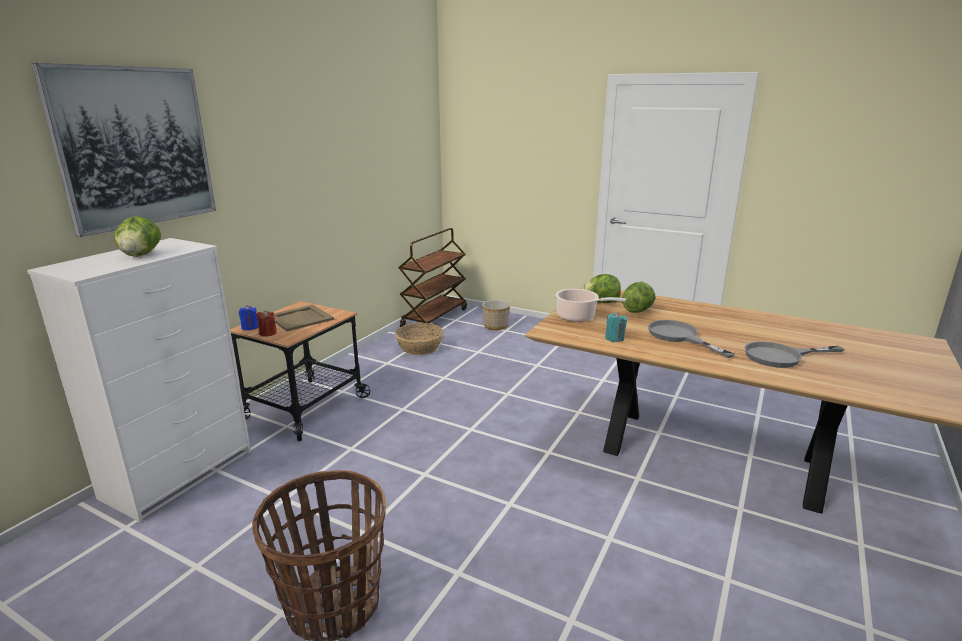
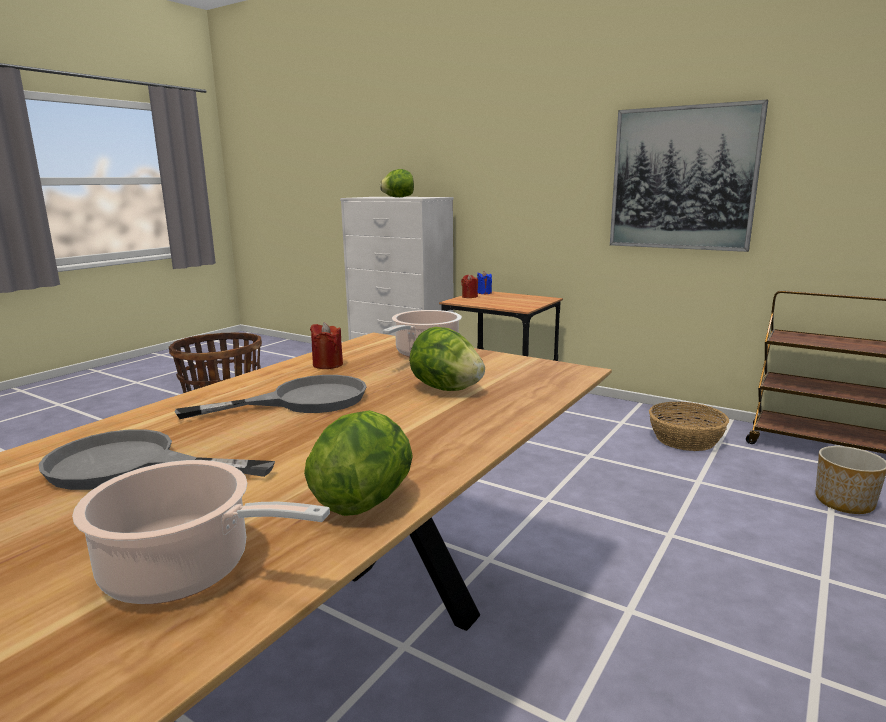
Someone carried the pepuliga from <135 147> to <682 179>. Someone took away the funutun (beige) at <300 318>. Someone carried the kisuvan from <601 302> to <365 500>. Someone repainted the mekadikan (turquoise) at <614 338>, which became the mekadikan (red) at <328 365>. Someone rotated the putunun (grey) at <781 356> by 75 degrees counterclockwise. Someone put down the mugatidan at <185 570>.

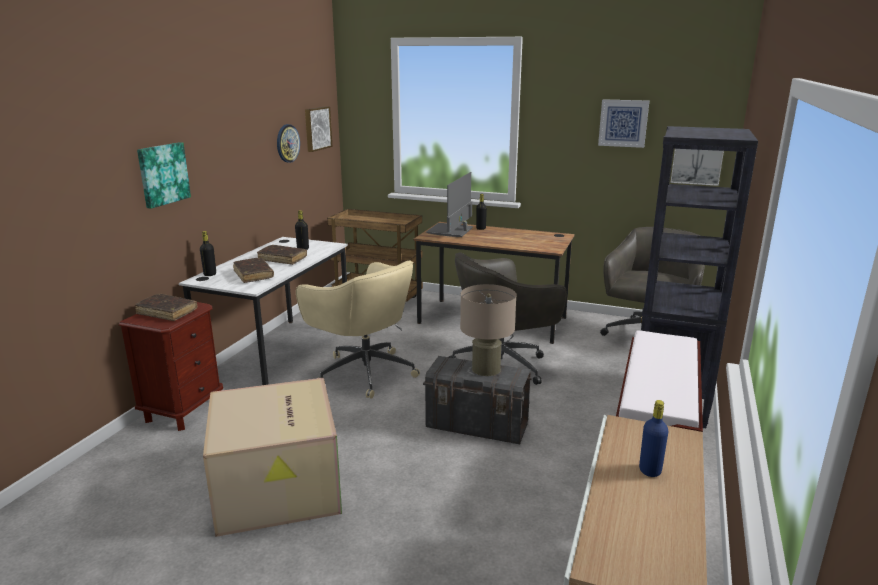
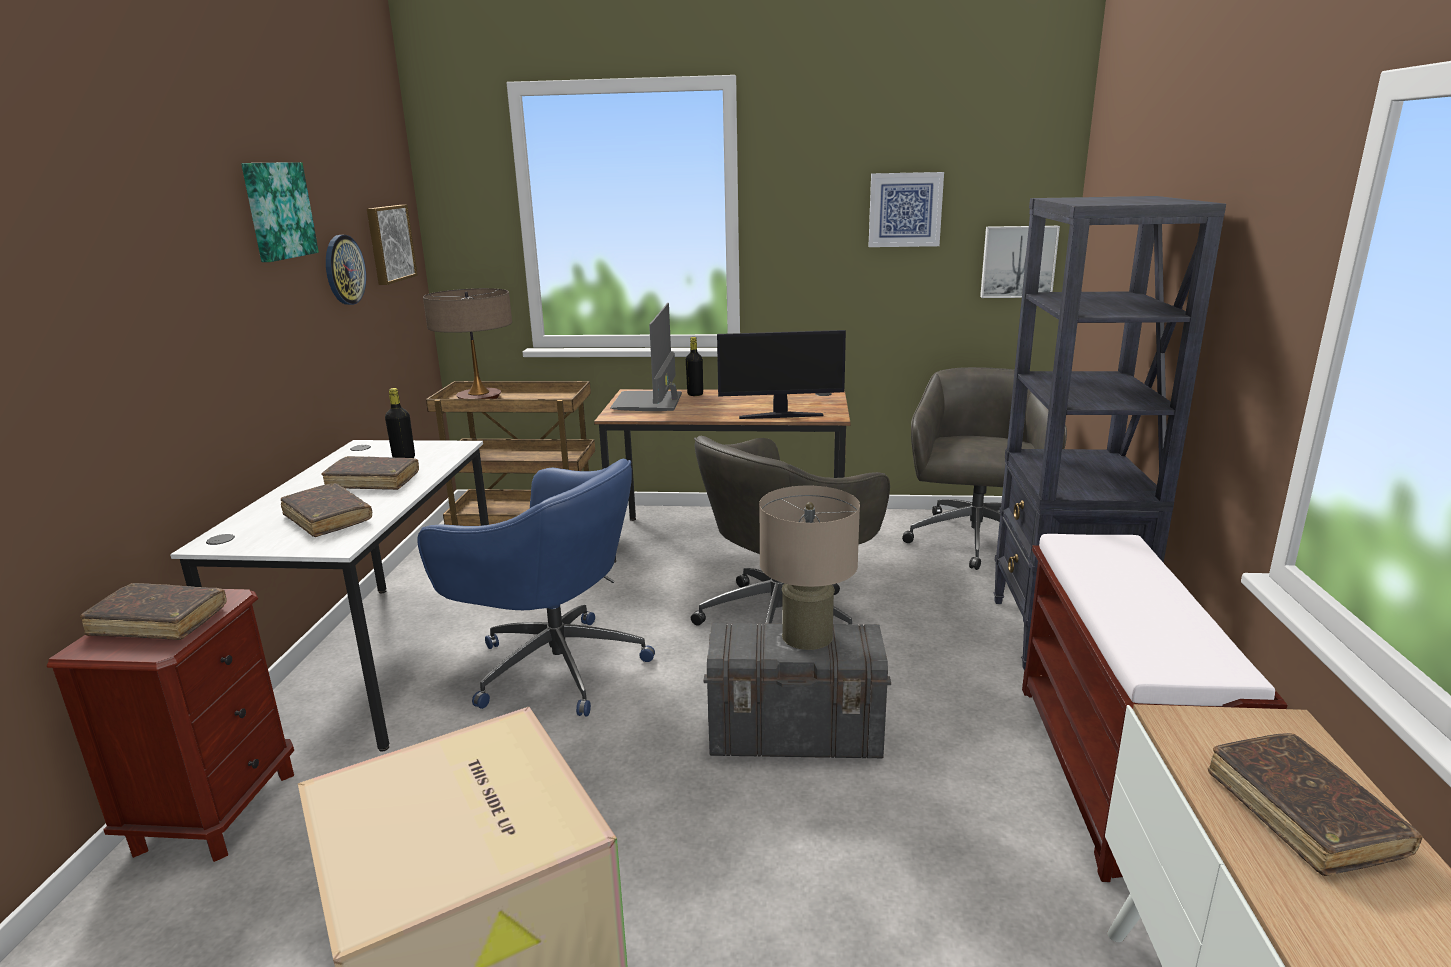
Someone carried the pepuliga from <162 174> to <277 211>. Someone took away the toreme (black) at <210 274>. Someone repainted the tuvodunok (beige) at <364 372>, which became the tuvodunok (blue) at <554 665>. Someone swapped the toreme (blue) at <650 470> for the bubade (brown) at <1303 814>. Someone put down the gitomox at <479 398>. Someone put down the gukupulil at <780 415>.

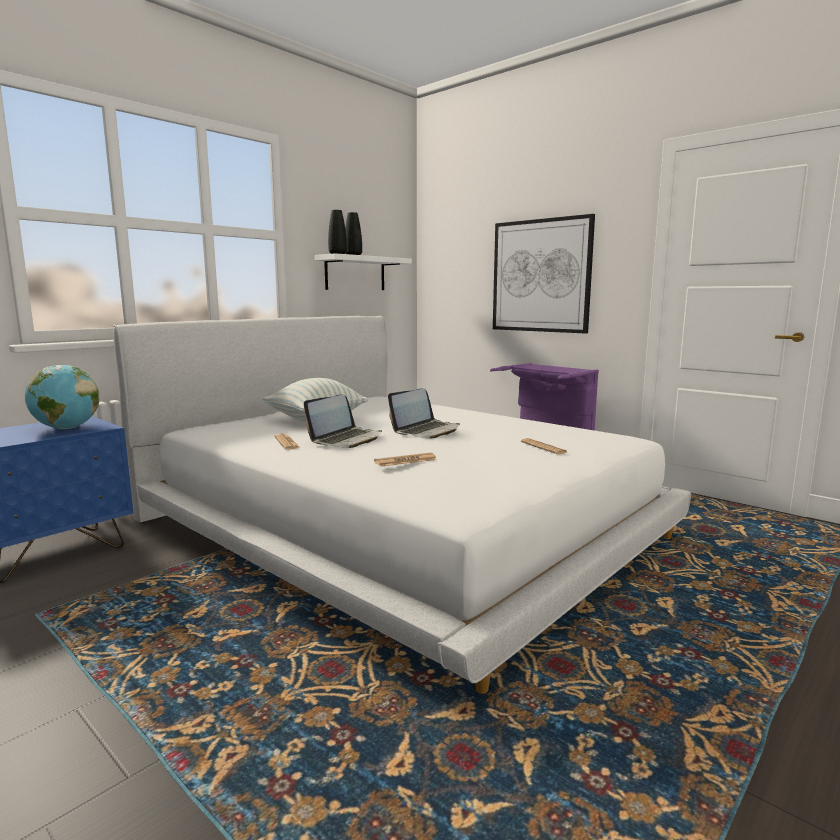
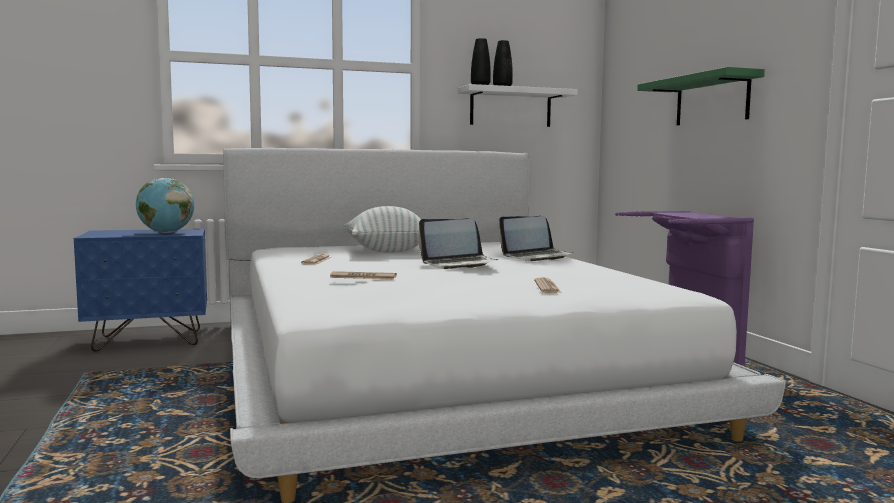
Someone carried the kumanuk from <346 439> to <537 257>. Someone swapped the pepuliga at <541 276> for the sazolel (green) at <712 100>.

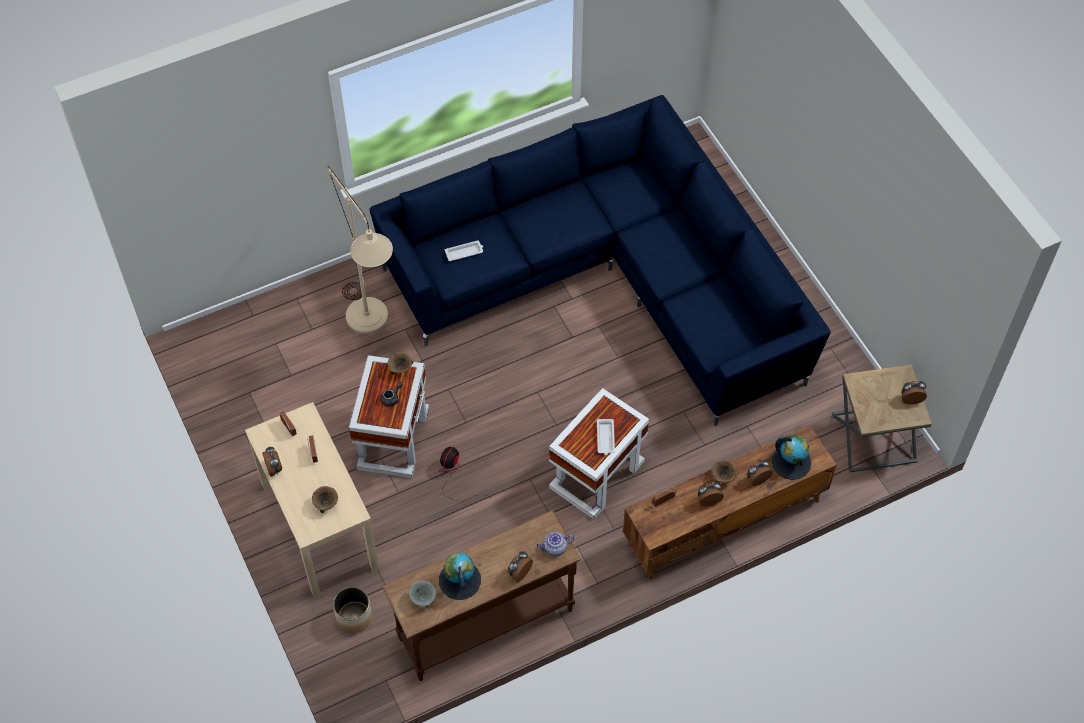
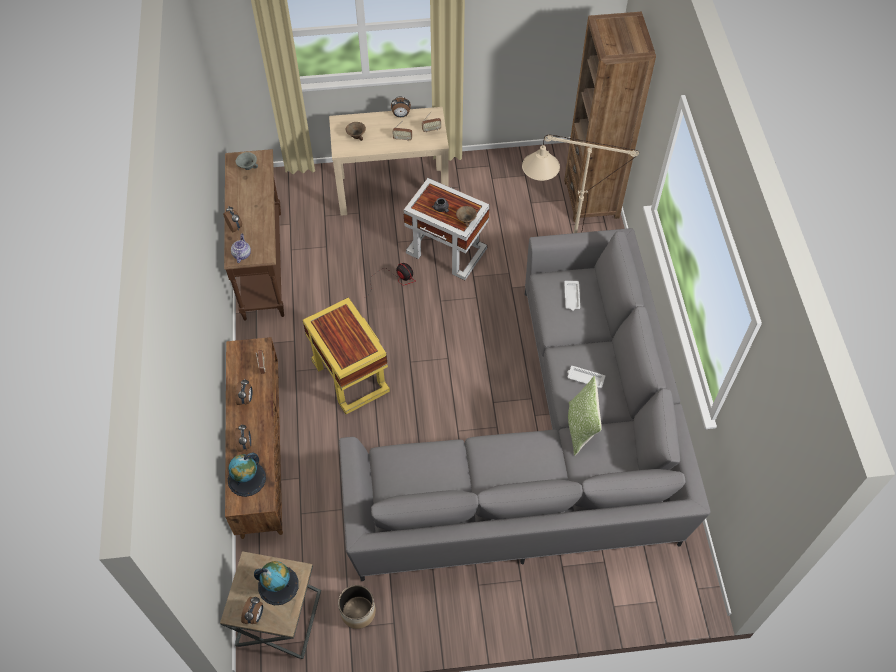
Someone carried the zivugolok from <353 617> to <358 611>. Someone repainted the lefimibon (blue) at <609 279>, which became the lefimibon (grey) at <546 452>. Someone carried the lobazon from <459 580> to <278 585>. Someone repainted the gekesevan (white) at <596 475>, which became the gekesevan (yellow) at <350 374>. Someone carried the funutun (white) from <605 438> to <585 378>. Someone took away the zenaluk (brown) at <723 477>. Someone put down the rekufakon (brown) at <591 199>. Someone put down the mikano at <580 428>.

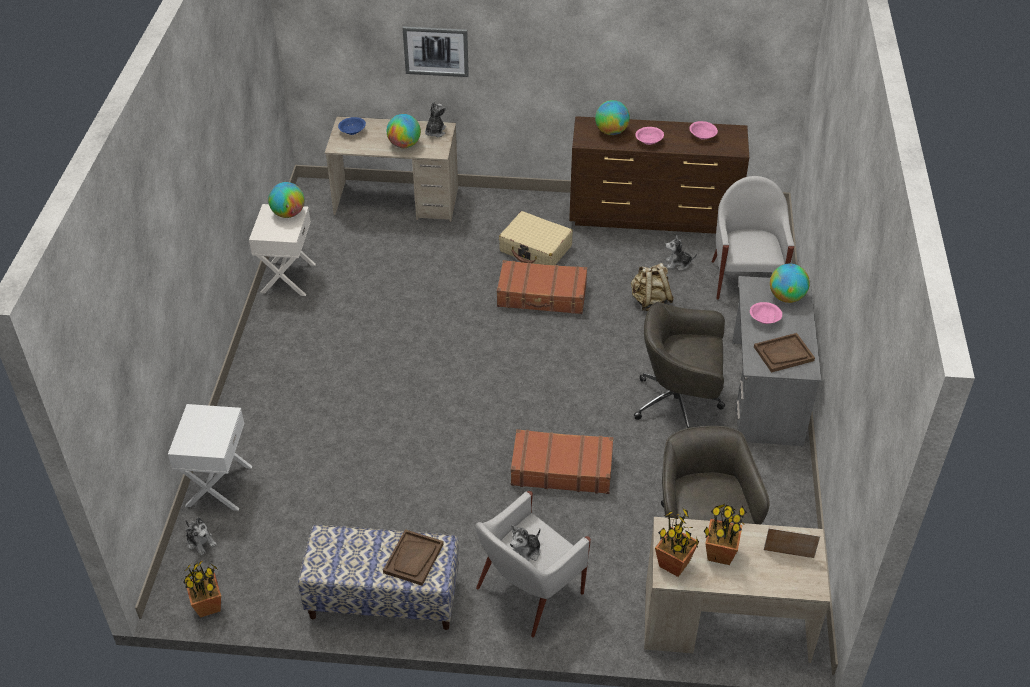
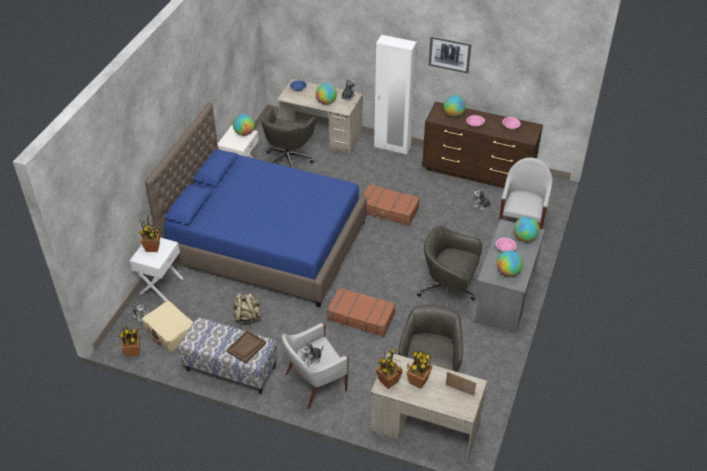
Someone carried the pepuliga from <436 51> to <449 54>. Someone carried the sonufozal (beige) from <536 249> to <170 331>. Someone carried the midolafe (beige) from <650 301> to <247 317>. Someone swapped the funutun (brown) at <783 354> for the lobazon at <508 272>. Someone put down the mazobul at <153 247>. Someone put down the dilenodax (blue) at <265 242>. Someone put down the tuvodunok (grey) at <288 160>. Someone put down the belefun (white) at <392 147>.

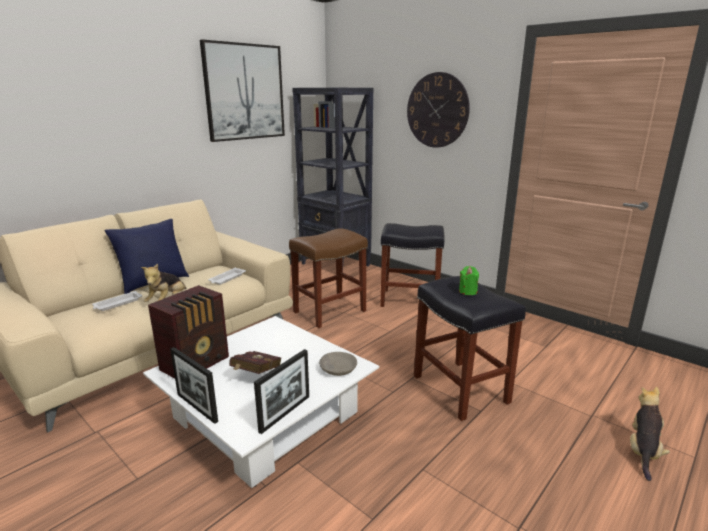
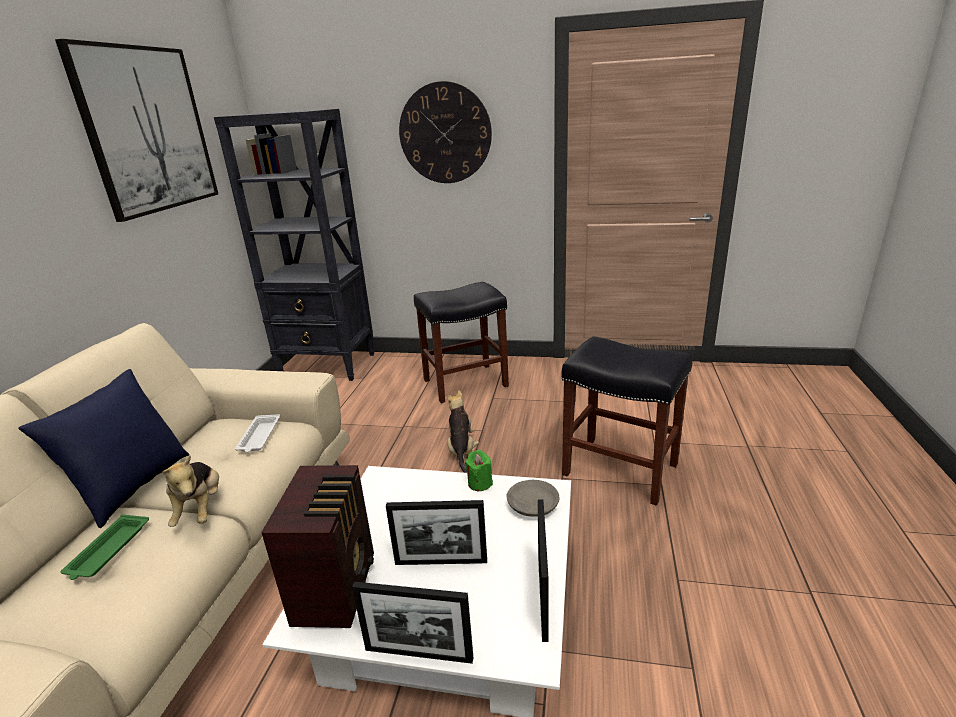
Someone repainted the funutun (white) at <117 304>, which became the funutun (green) at <108 551>. Someone swapped the bubade (red) at <255 374> for the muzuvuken at <441 562>. Someone took away the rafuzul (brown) at <330 311>. Someone carried the mekadikan (green) from <468 291> to <480 483>. Someone carried the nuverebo from <643 451> to <461 450>.

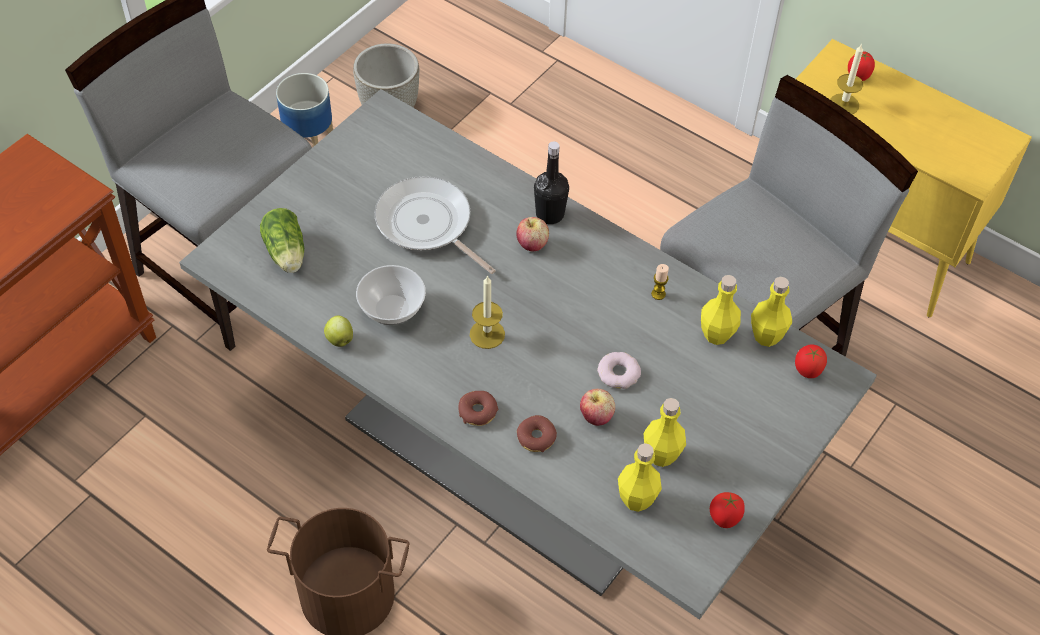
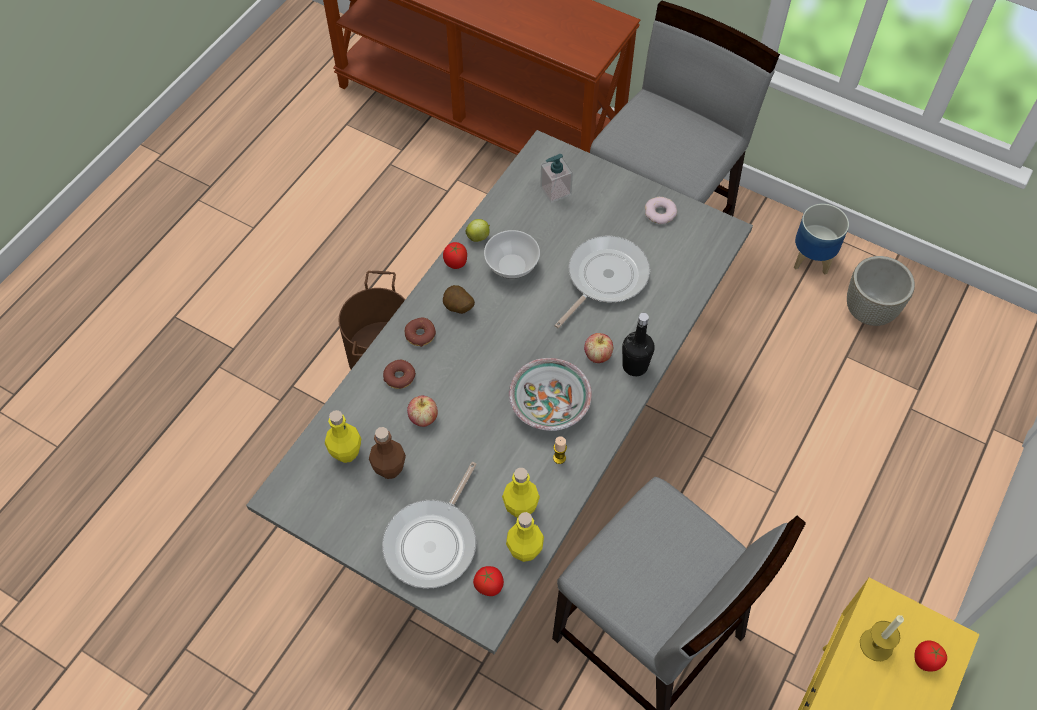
Someone swapped the kisuvan at <286 254> for the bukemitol at <555 191>. Someone took away the mekadikan at <487 334>. Someone carried the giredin from <619 373> to <660 213>. Someone repainted the toreme (yellow) at <661 455>, which became the toreme (brown) at <389 469>. Someone carried the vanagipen from <724 519> to <455 264>. Someone put down the putunun at <433 541>. Someone put down the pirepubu at <458 308>. Someone put down the zenaluk at <549 403>.

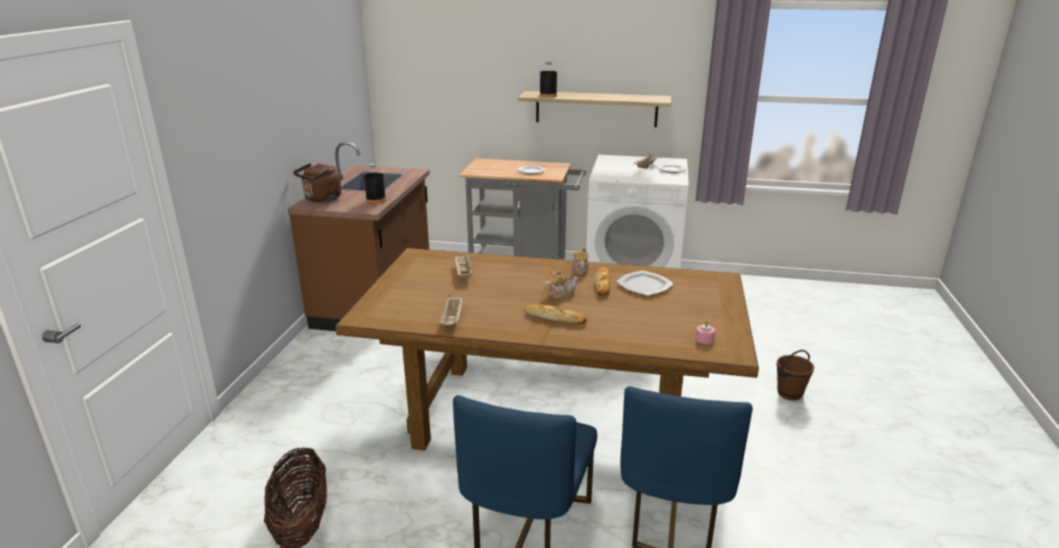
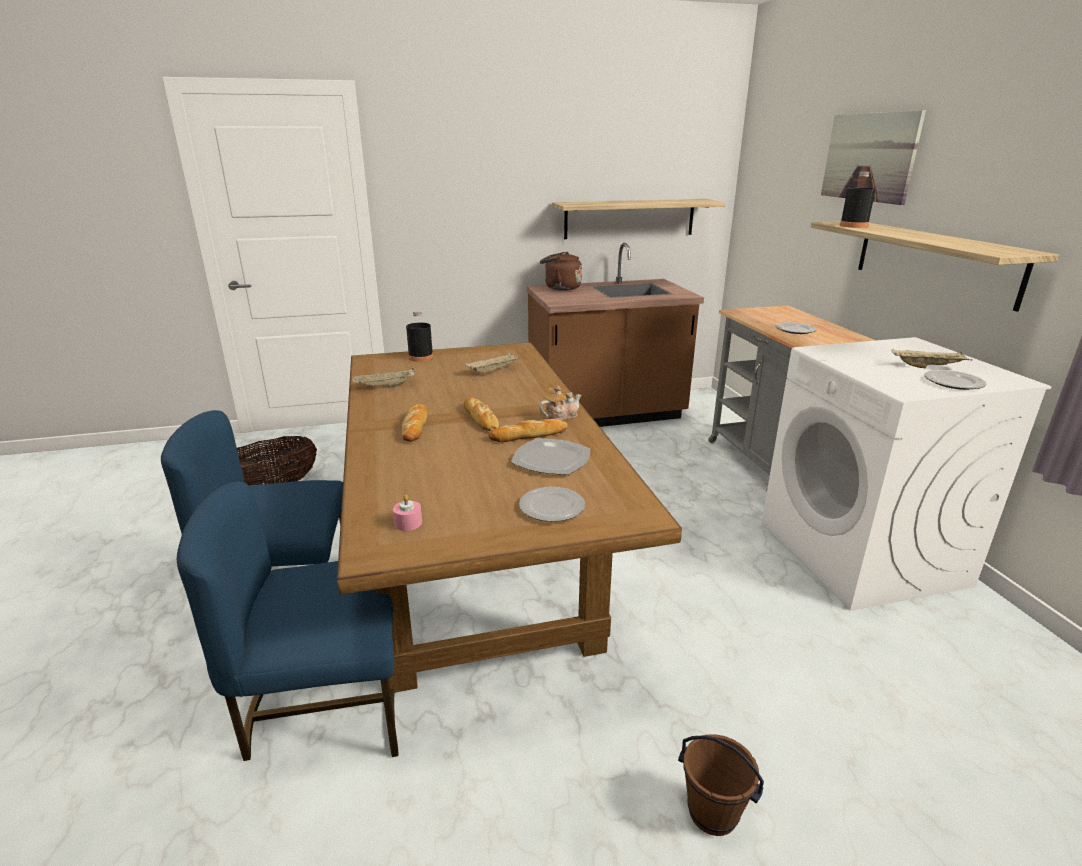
Someone carried the toreme (black) from <376 200> to <421 357>. Someone swapped the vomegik at <560 294> for the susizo at <481 418>. Someone put down the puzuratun at <551 508>. Someone put up the sazolel at <629 218>. Someone put up the pepuliga at <869 157>.

